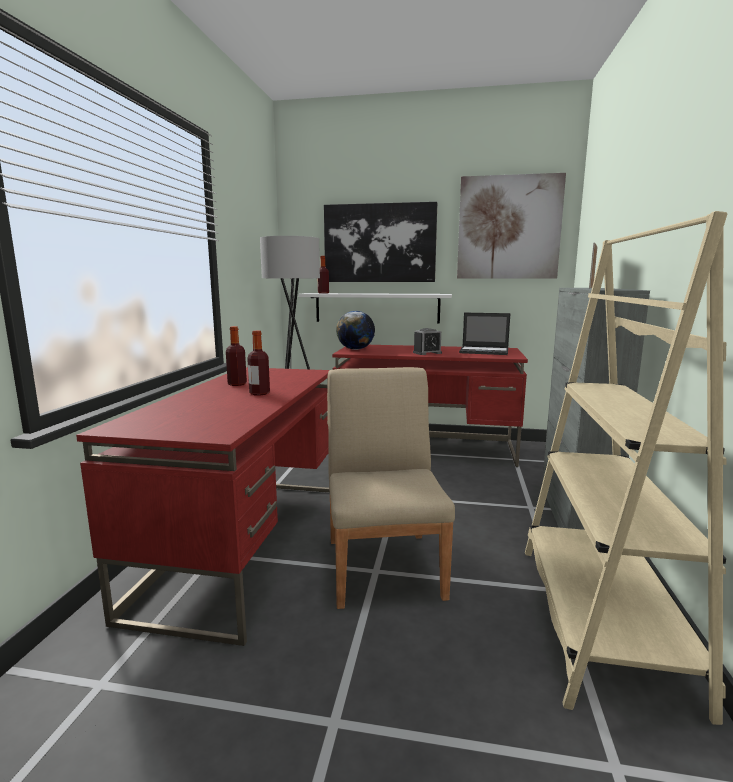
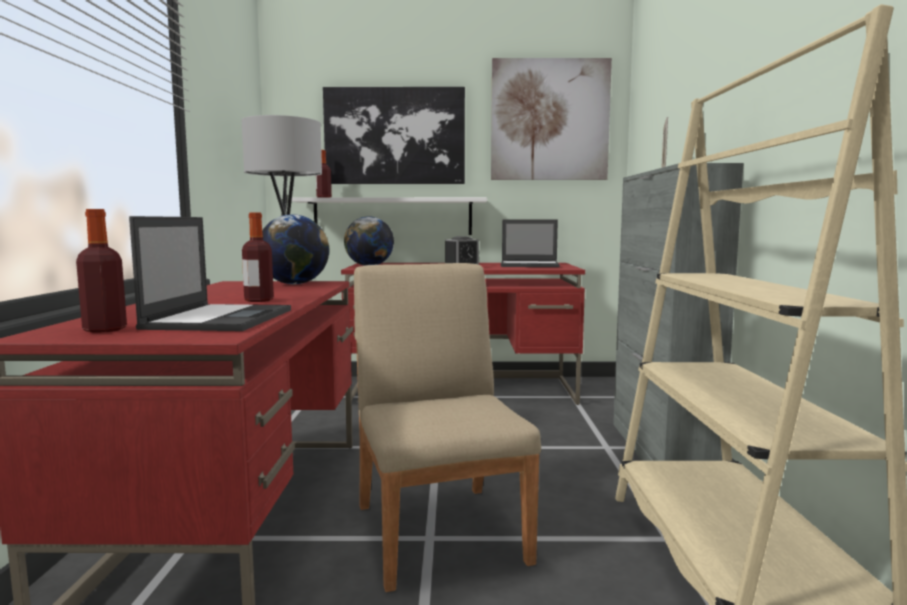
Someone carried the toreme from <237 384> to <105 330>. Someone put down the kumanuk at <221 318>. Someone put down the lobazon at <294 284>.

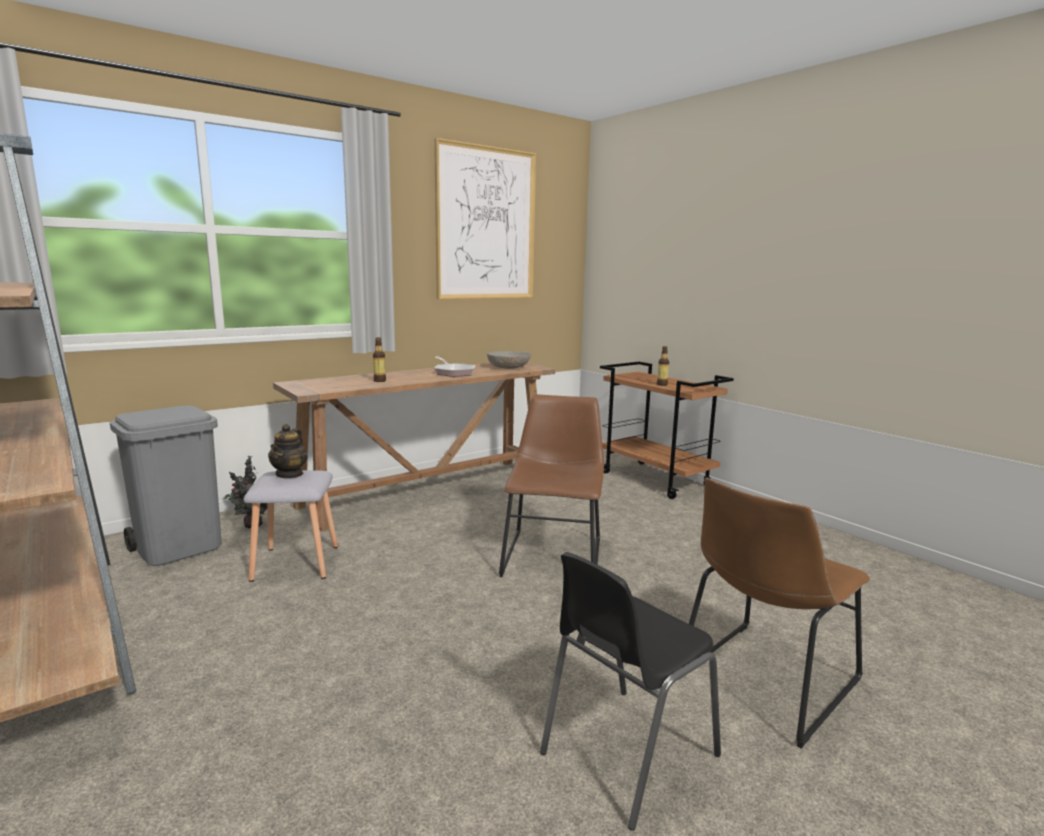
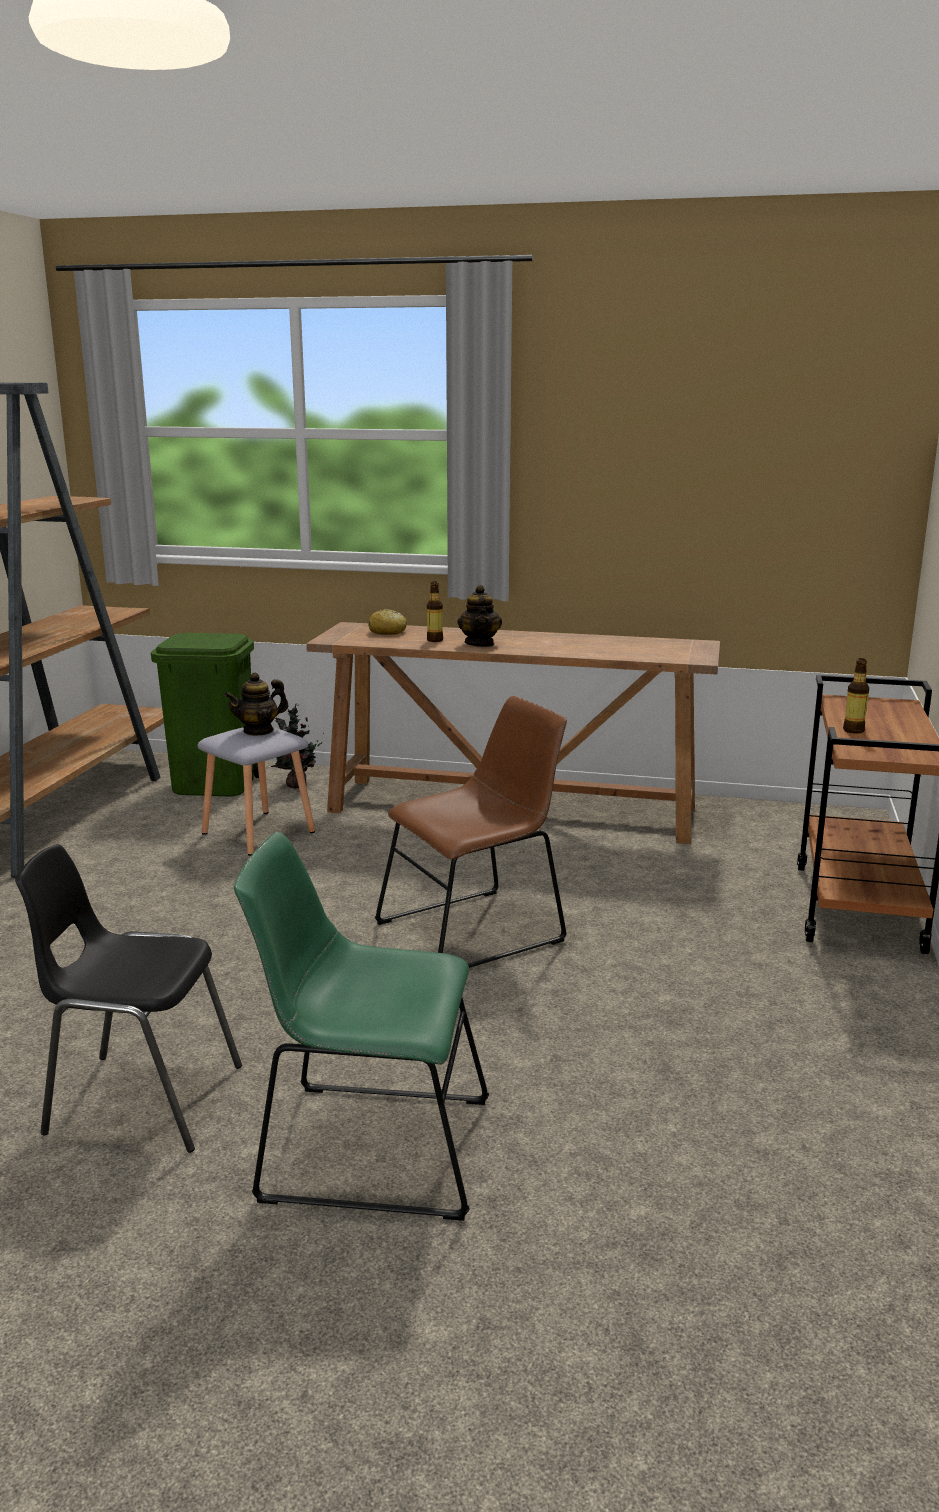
Someone repainted the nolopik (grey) at <180 548>, which became the nolopik (green) at <215 785>. Someone took away the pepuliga at <486 224>. Someone took away the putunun at <453 372>. Someone took away the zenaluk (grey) at <509 367>. Someone repainted the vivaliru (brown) at <763 682>, which became the vivaliru (green) at <366 1147>. Someone put down the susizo at <387 632>. Someone put down the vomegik at <480 644>.

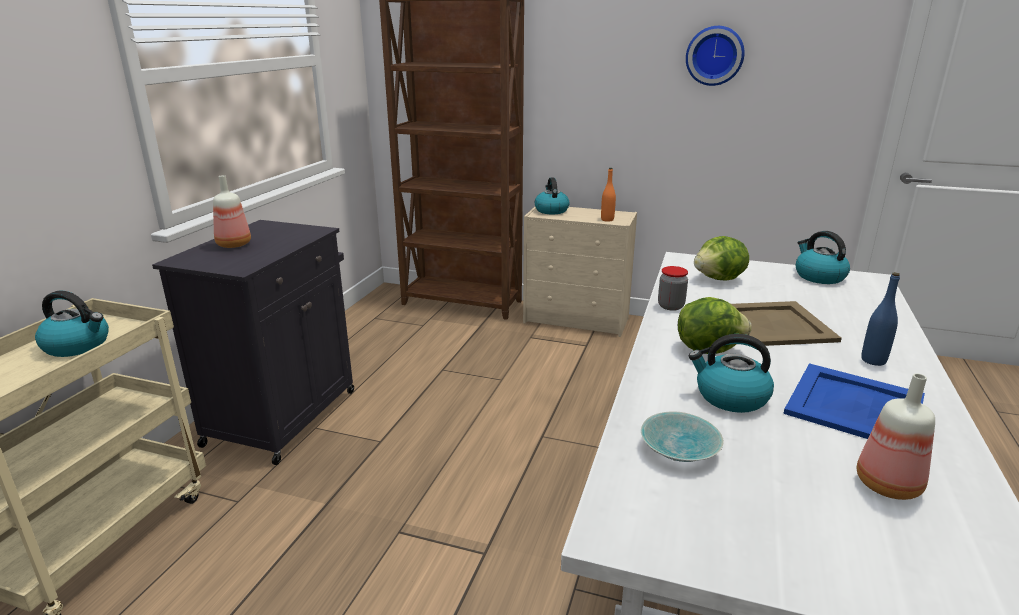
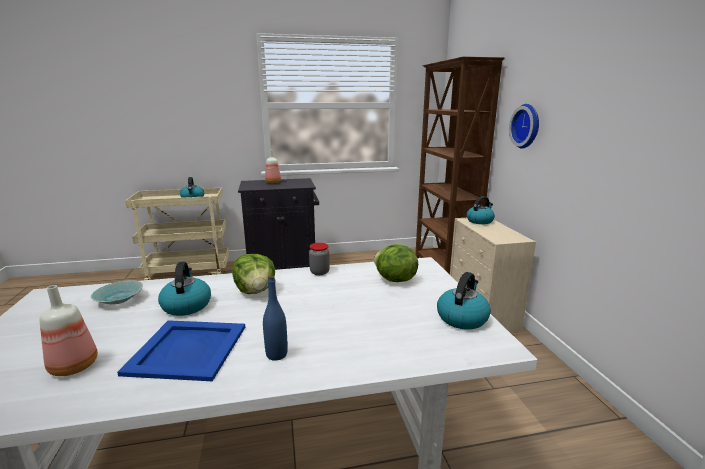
Someone took away the toreme (orange) at <607 219>. Someone carried the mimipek from <714 55> to <527 126>. Someone took away the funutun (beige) at <775 324>.

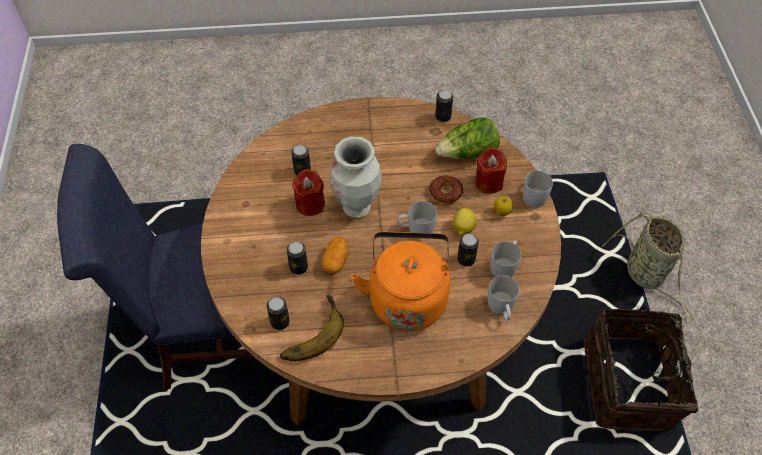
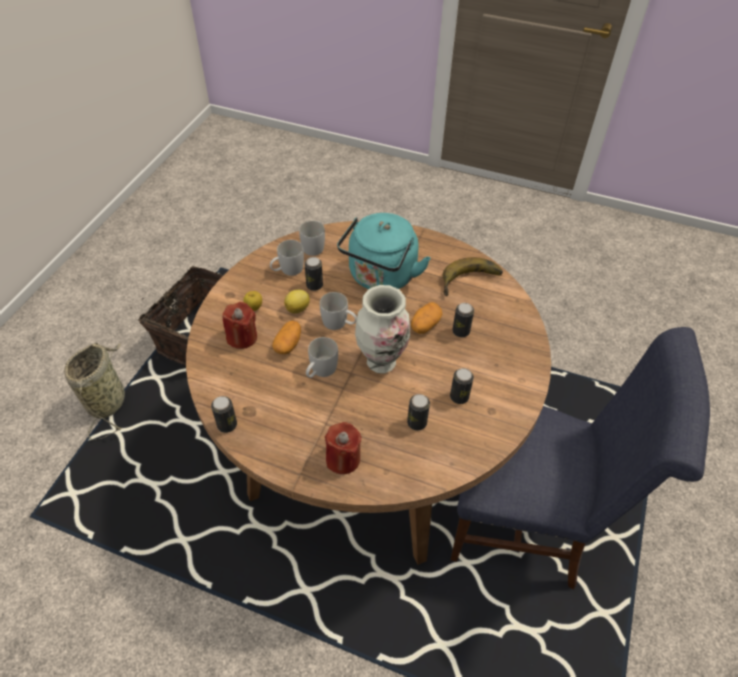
Someone carried the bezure from <280 322> to <459 397>. Someone carried the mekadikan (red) from <310 204> to <343 459>. Someone repainted the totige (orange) at <407 297>, which became the totige (turquoise) at <381 278>. Someone swapped the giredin at <446 192> for the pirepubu at <288 344>. Someone took away the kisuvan at <468 153>. Someone carried the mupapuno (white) from <534 194> to <320 371>.

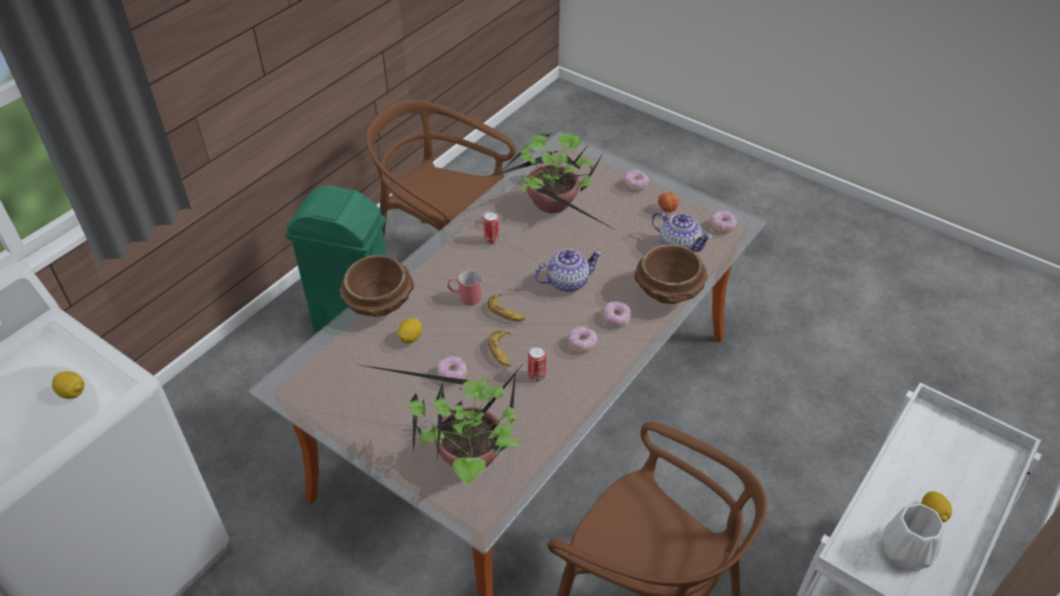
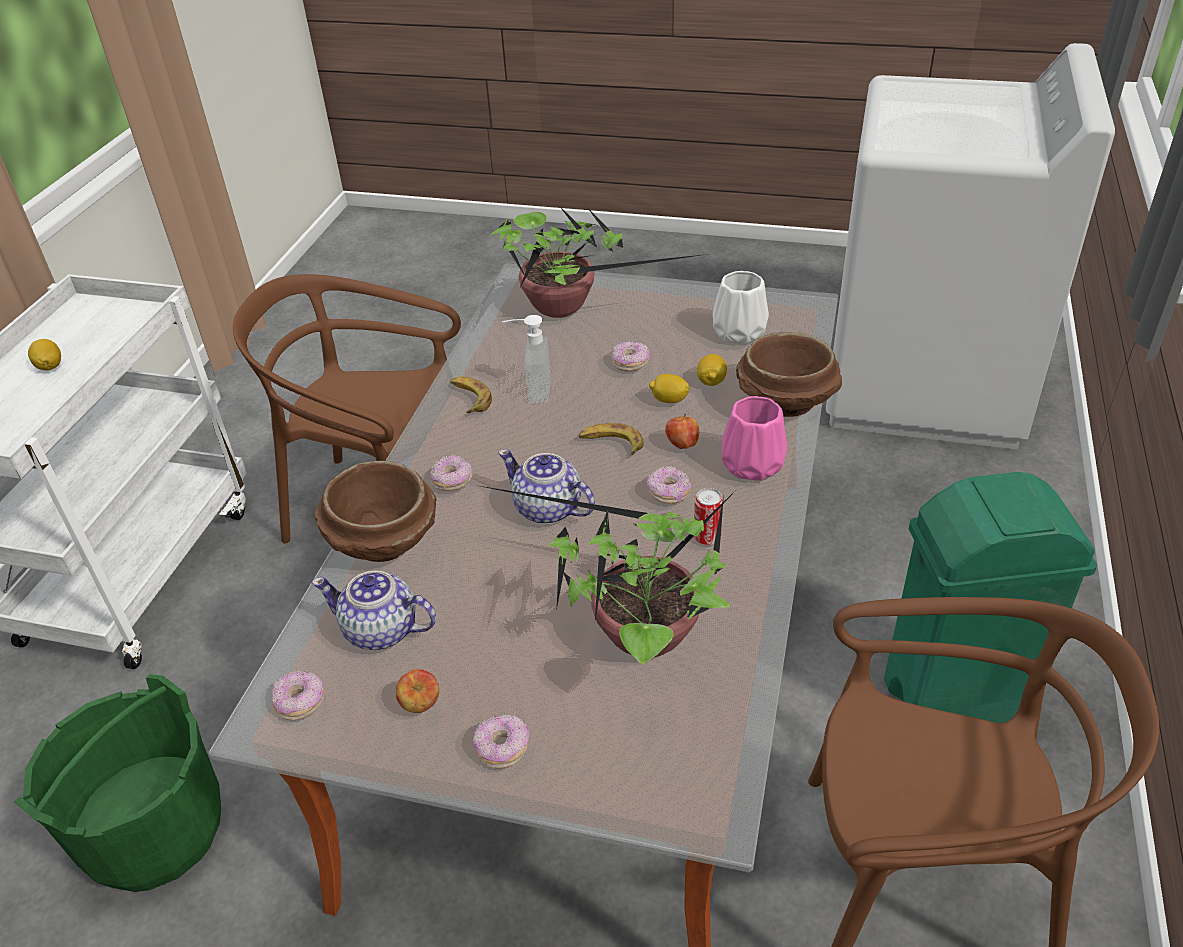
Someone carried the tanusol from <72 393> to <669 400>. Someone swapped the mupapuno (red) at <465 297> for the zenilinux at <682 445>. Someone carried the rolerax from <502 351> to <469 398>. Someone swapped the bezure at <536 375> for the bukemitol at <529 390>. Someone rotated the vomegik at <567 282> by 75 degrees clockwise. Someone carried the giredin from <582 343> to <669 493>. Someone carried the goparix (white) from <906 550> to <739 333>. Someone put down the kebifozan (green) at <154 830>. Someone put down the goparix (pink) at <752 466>.

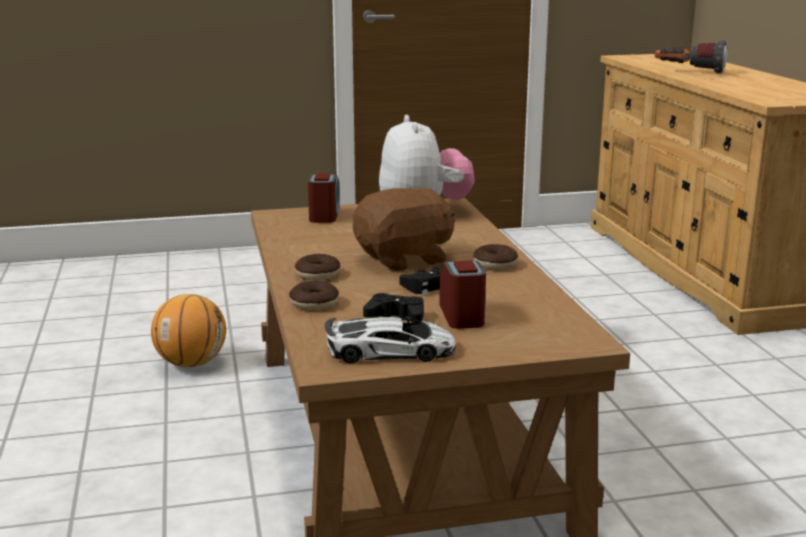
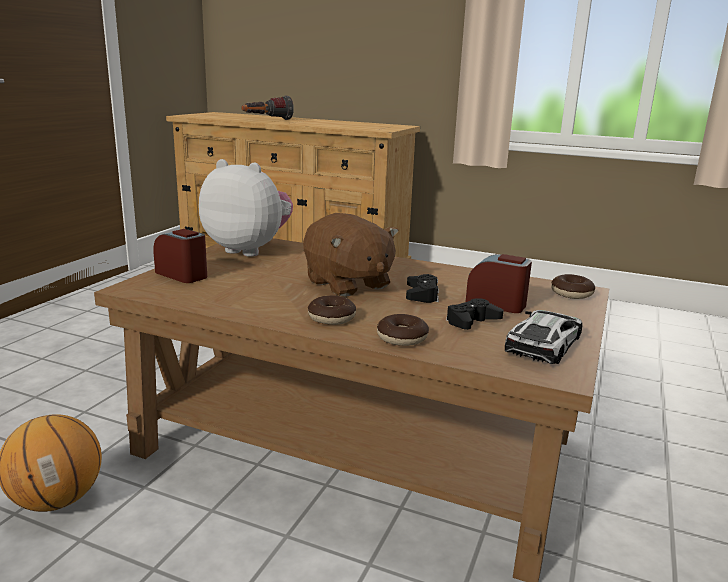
Someone rotated the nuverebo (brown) at <404 259> by 135 degrees clockwise. Someone carried the giredin from <495 264> to <571 293>.

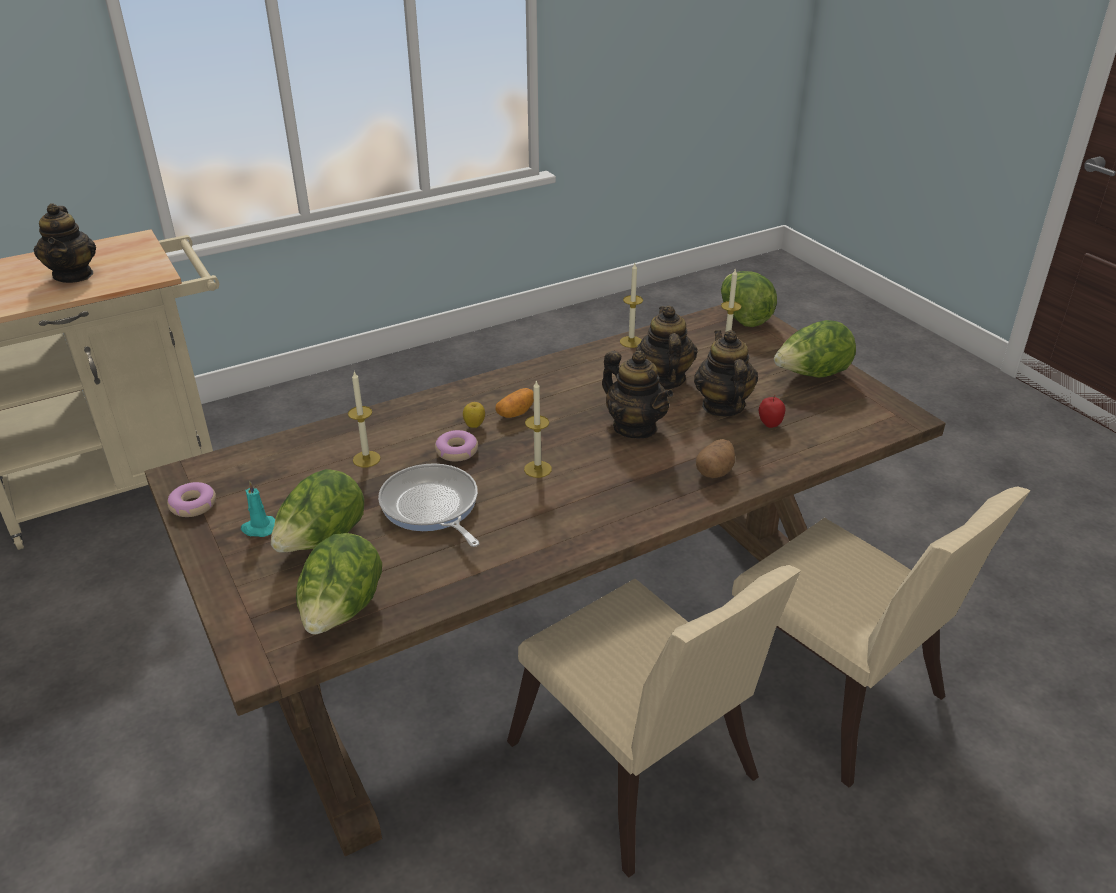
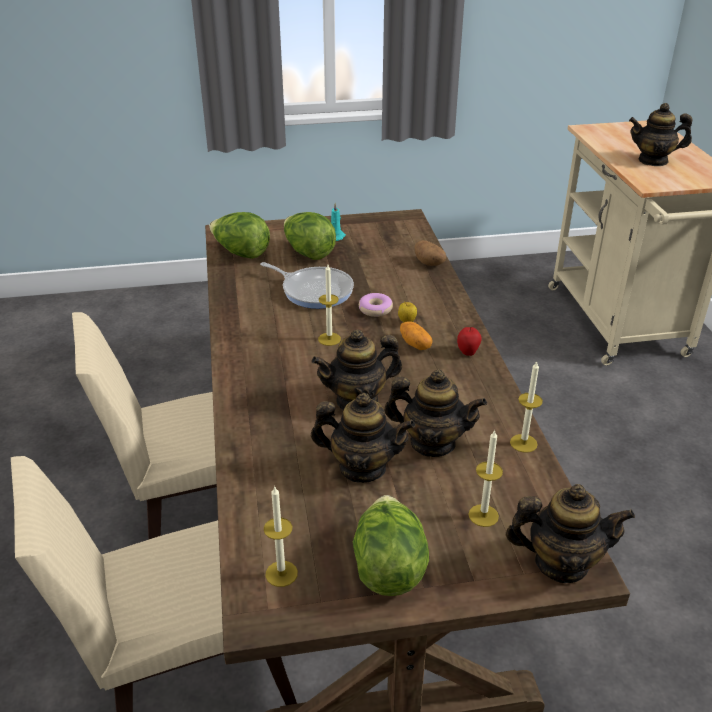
Someone took away the giredin at <193 505>. Someone carried the mekadikan from <366 459> to <281 573>. Someone rotated the putunun at <431 507> by 45 degrees clockwise. Someone carried the pirepubu from <715 471> to <430 263>. Someone swapped the kisuvan at <743 318> for the vomegik at <561 563>. Someone carried the zenilinux from <769 425> to <468 352>.

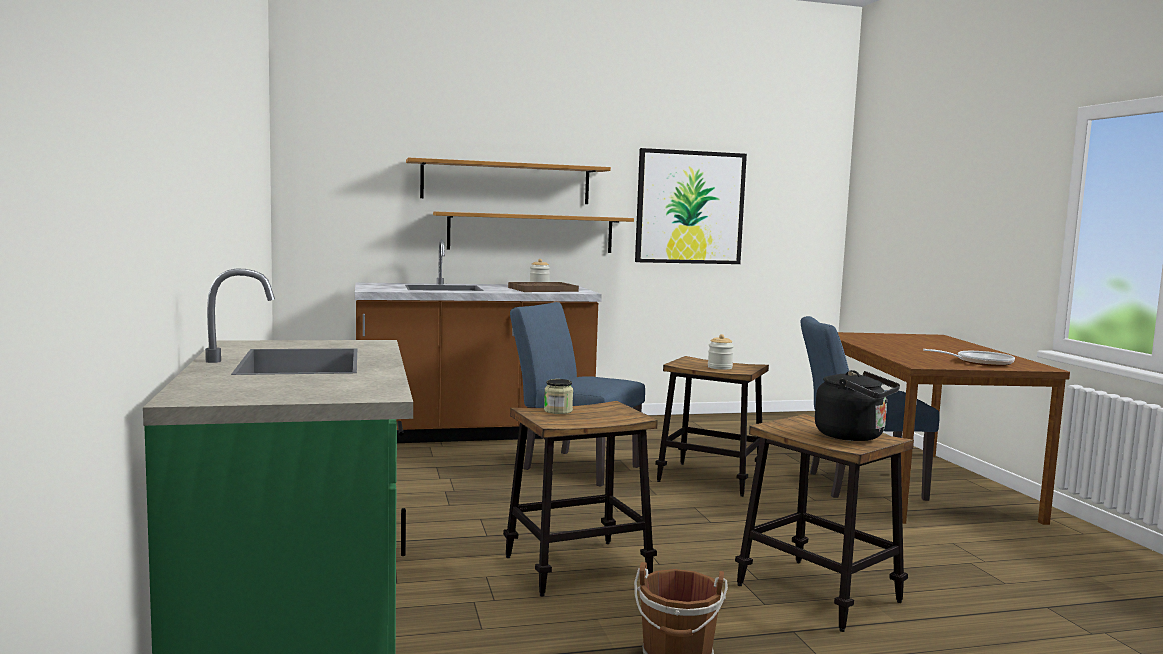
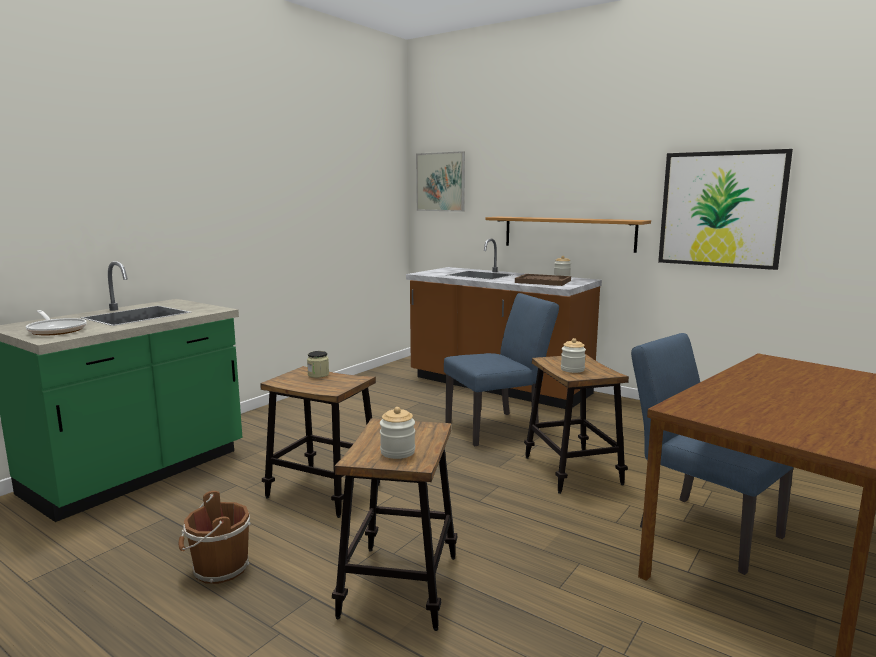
Someone took away the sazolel at <506 182>. Someone rotated the vivaliru (blue) at <573 466> by 75 degrees clockwise. Someone swapped the totige (black) at <854 436> for the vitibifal at <397 452>. Someone carried the putunun from <979 362> to <56 330>. Someone put up the pepuliga at <440 182>.

